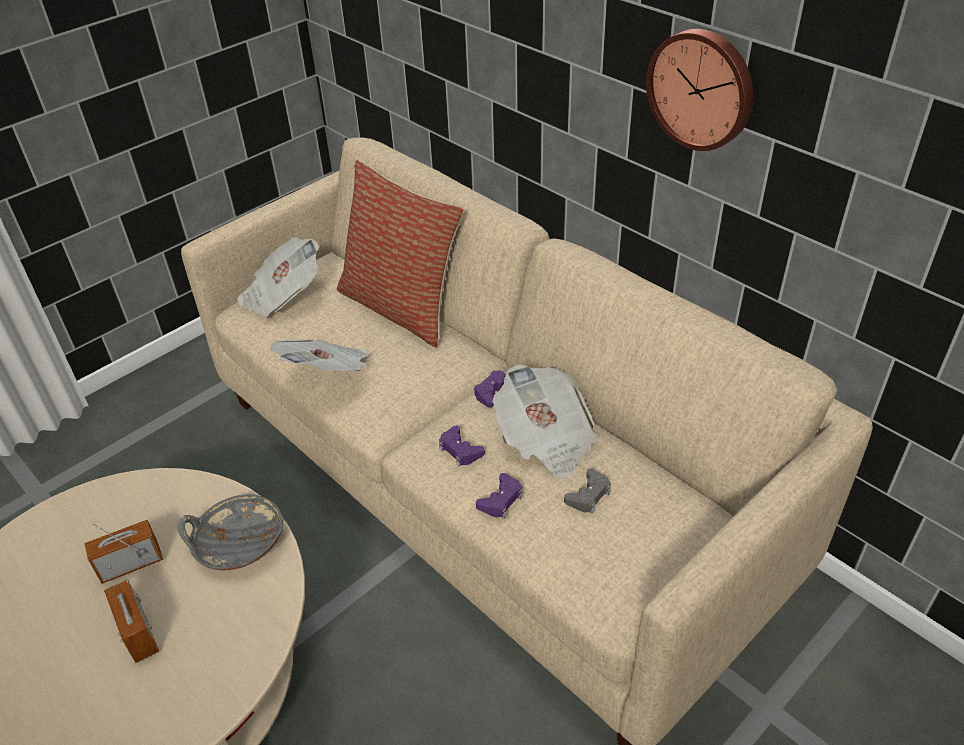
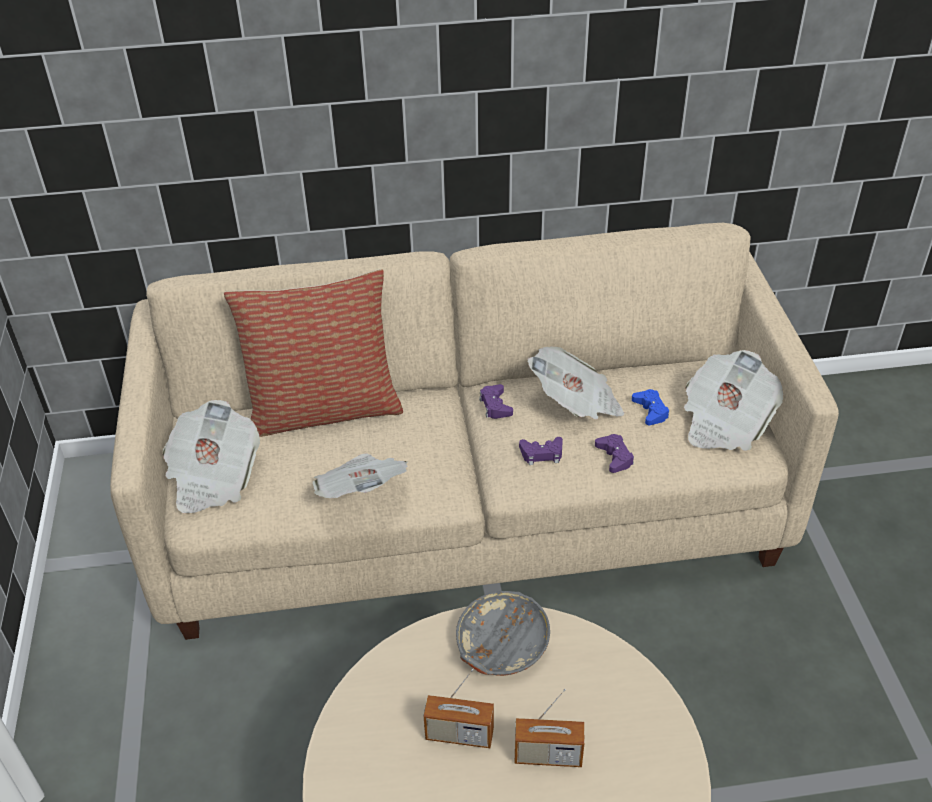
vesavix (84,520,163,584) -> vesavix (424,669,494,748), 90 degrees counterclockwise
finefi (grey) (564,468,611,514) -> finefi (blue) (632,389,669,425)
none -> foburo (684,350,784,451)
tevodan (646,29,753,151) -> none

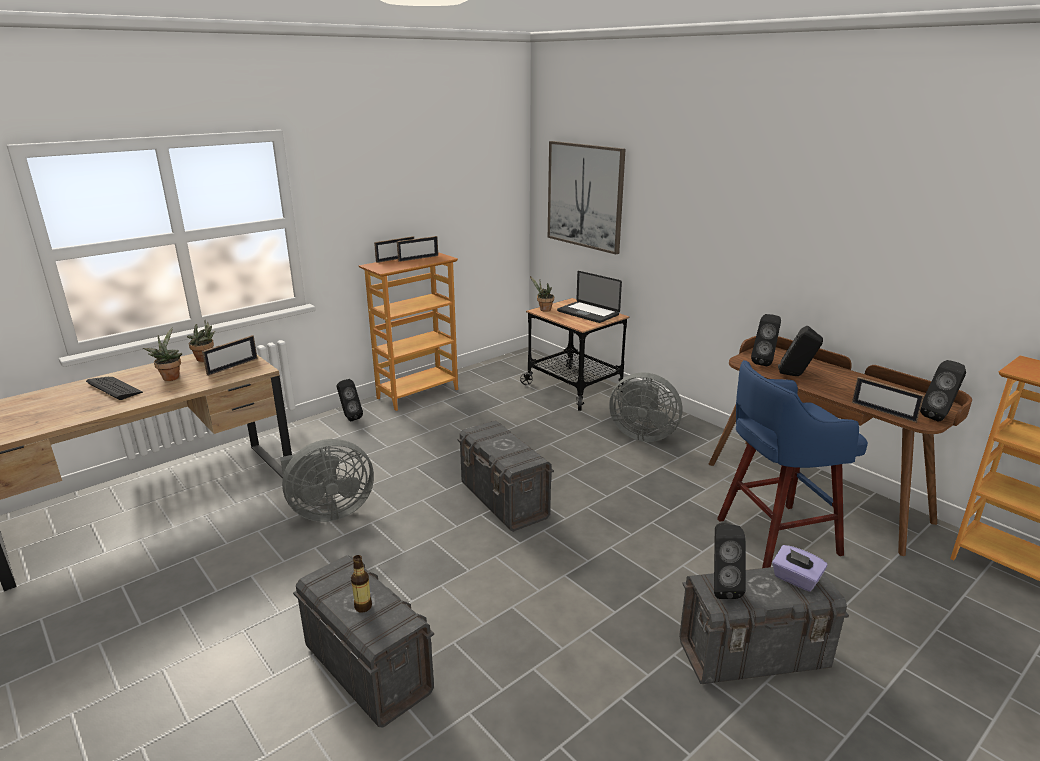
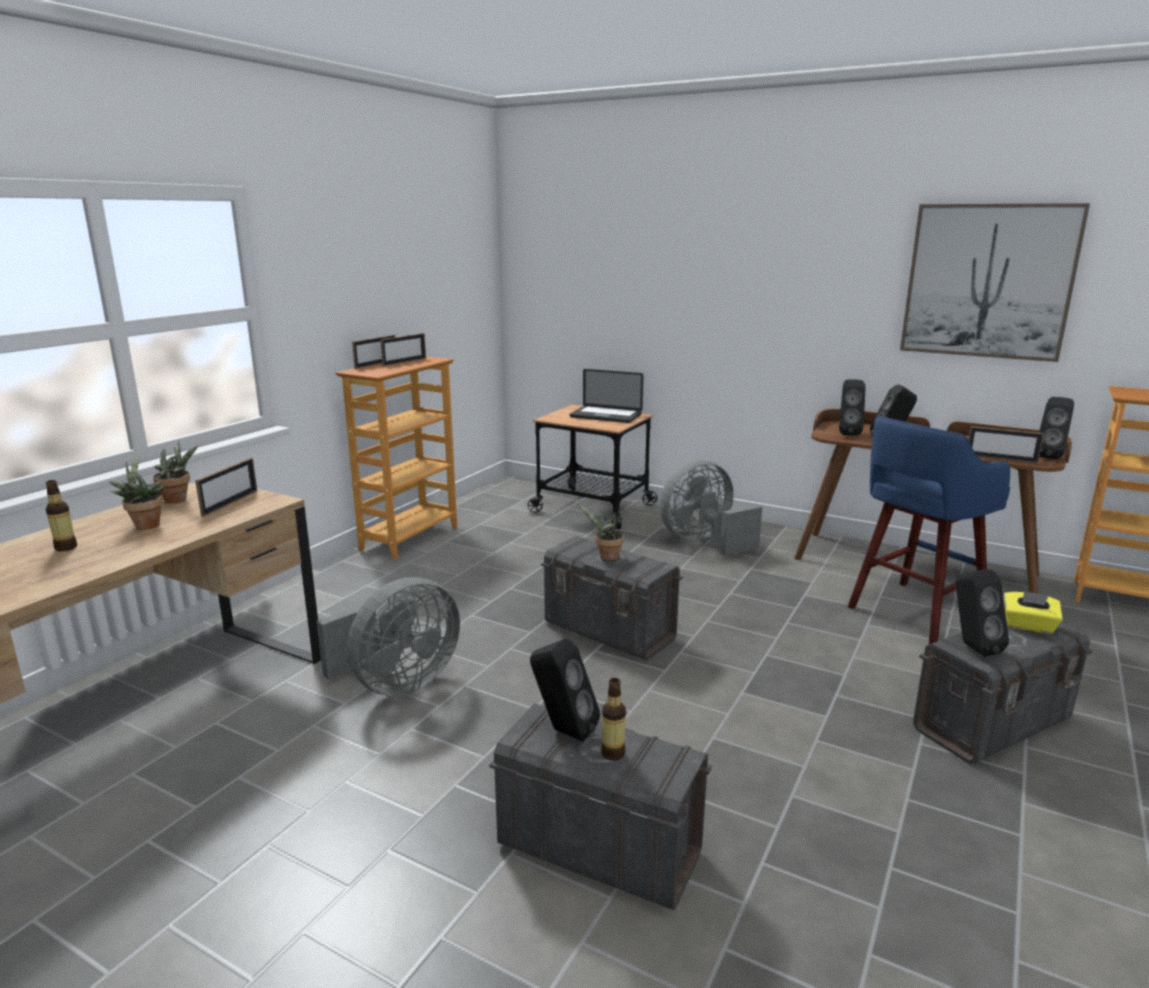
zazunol (86,377,143,400) -> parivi (46,480,77,551)
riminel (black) (337,379,363,421) -> riminel (black) (530,638,600,742), moved
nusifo (530,276,554,312) -> nusifo (577,503,624,561), moved
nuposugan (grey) (609,372,682,442) -> nuposugan (grey) (660,460,762,556), 150 degrees clockwise
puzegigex (548,141,626,255) -> puzegigex (900,203,1090,362), moved
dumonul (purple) (772,545,828,592) -> dumonul (yellow) (1003,591,1063,634)

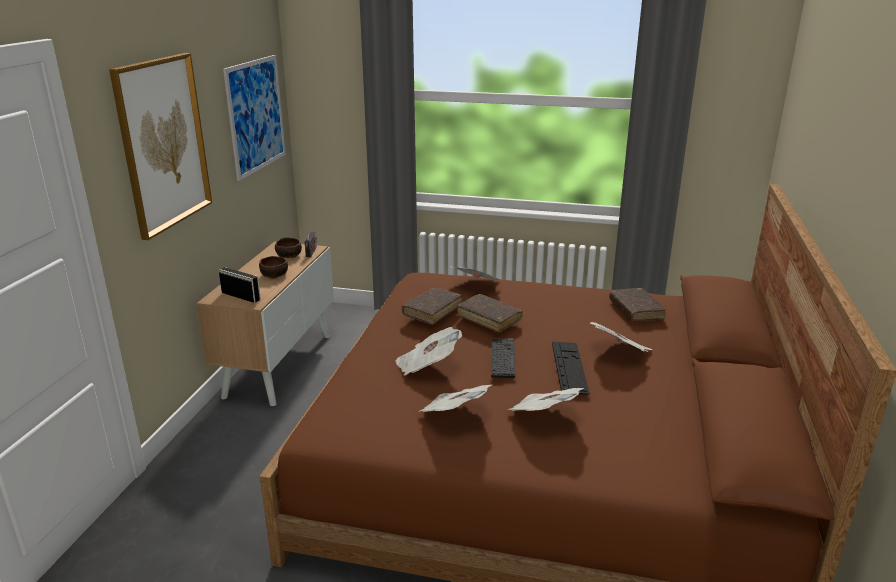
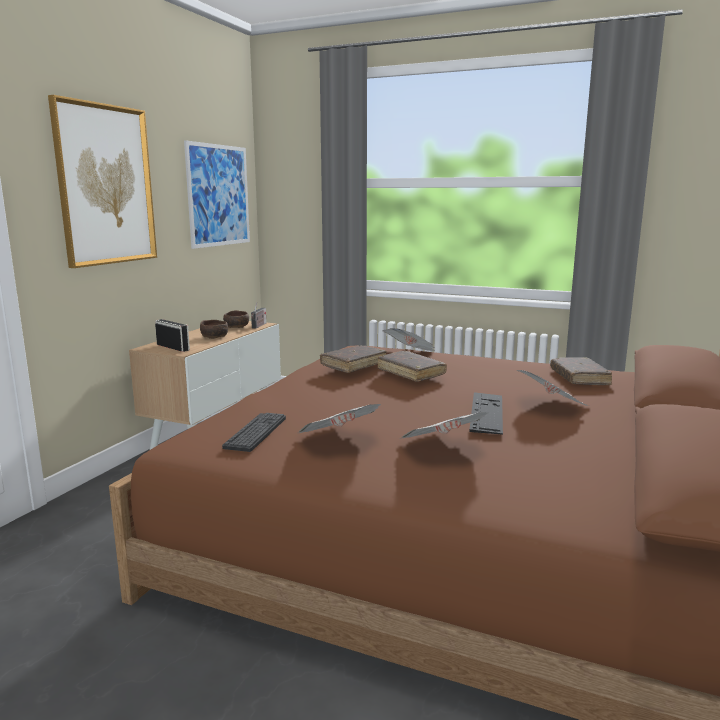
zazunol (491,338,515,378) -> zazunol (222,413,286,452), moved
foburo (395,327,462,375) -> none

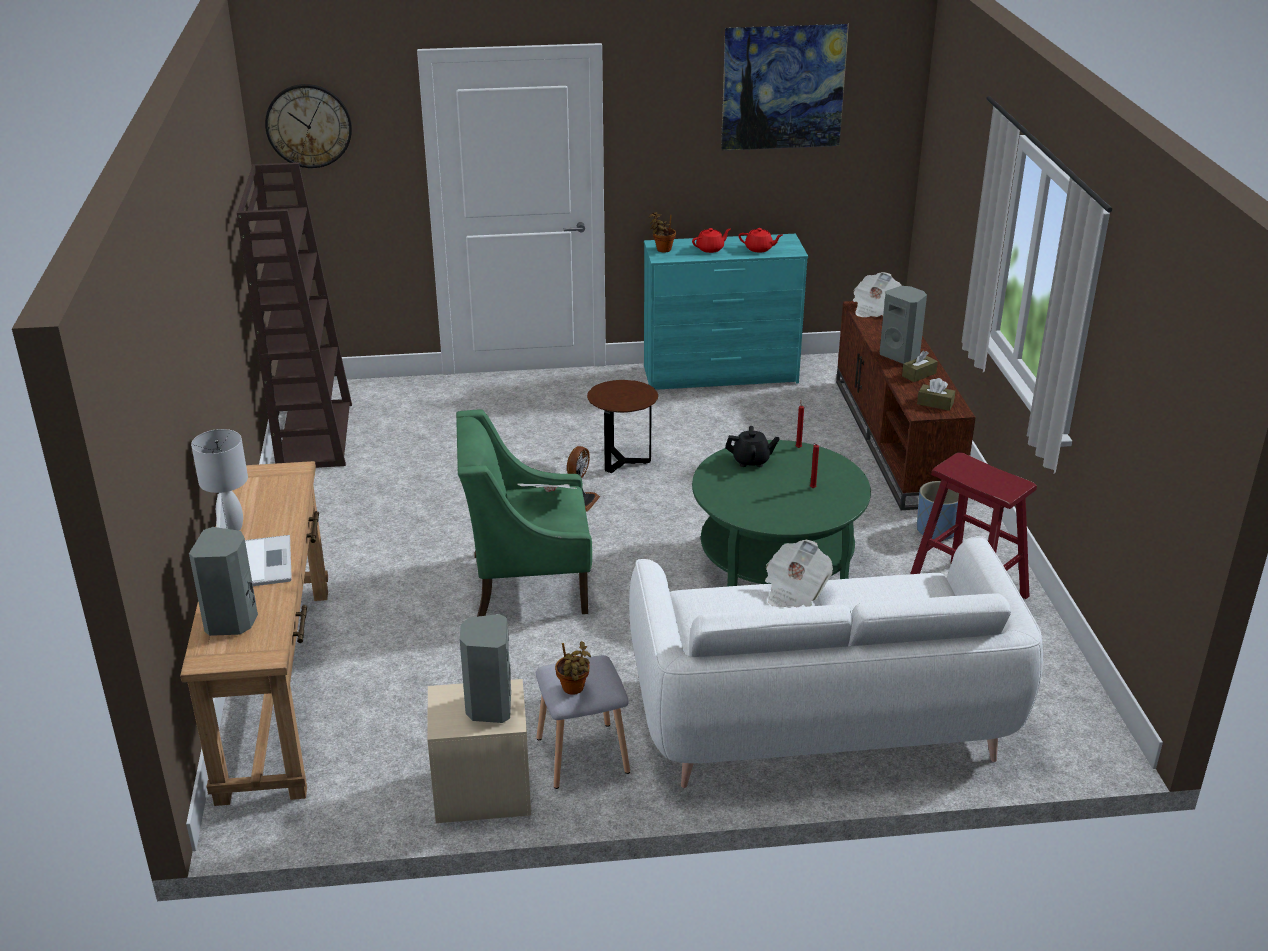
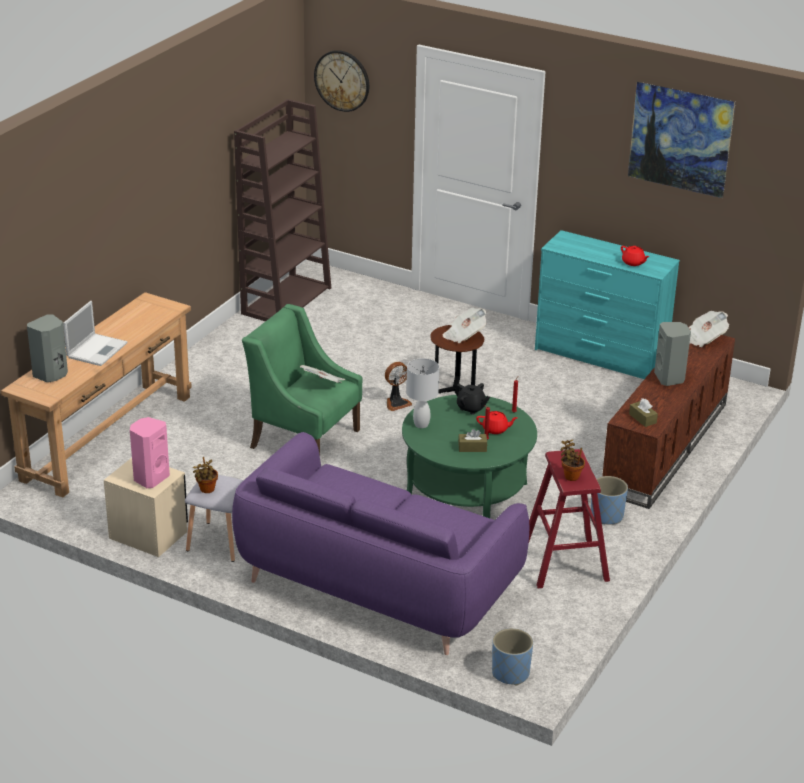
riminel (grey) (460,614,511,723) -> riminel (pink) (130,417,170,488)
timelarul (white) (629,536,1043,788) -> timelarul (purple) (232,432,529,655)
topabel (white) (191,429,248,531) -> topabel (white) (406,358,439,428), moved
foburo (765,540,833,607) -> foburo (443,308,487,343), moved
dumonul (brown) (902,351,938,382) -> dumonul (brown) (458,429,487,452), moved
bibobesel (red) (692,228,731,253) -> bibobesel (red) (476,411,518,434), moved
none -> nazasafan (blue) (492,628,533,686)
nusifo (648,212,676,253) -> nusifo (561,440,585,481), moved

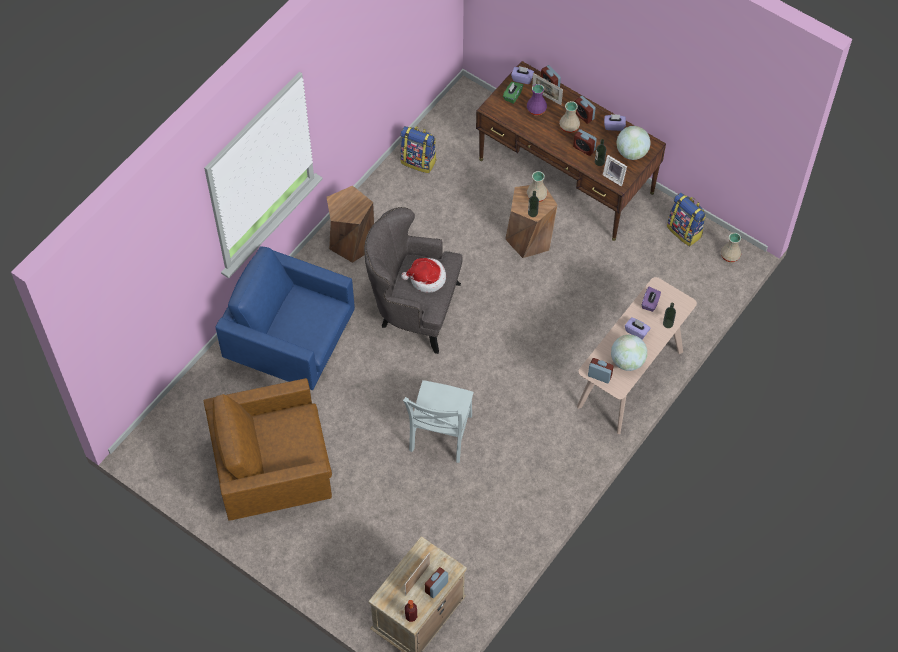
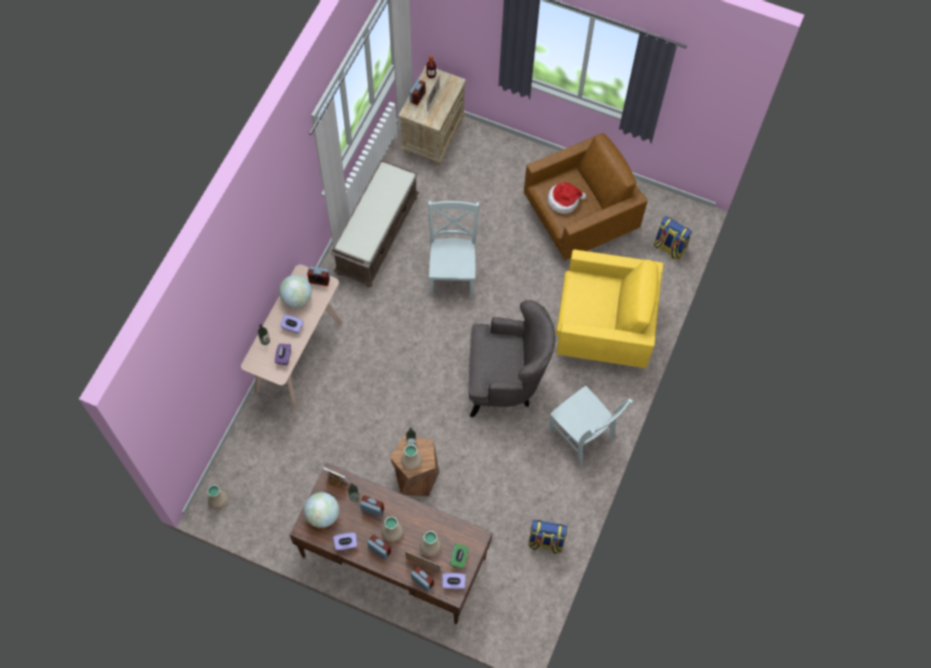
none -> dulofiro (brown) (331,159,419,287)
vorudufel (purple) (527,84,547,115) -> vorudufel (beige) (420,531,442,557)
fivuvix (401,258,446,293) -> fivuvix (548,182,586,214), moved
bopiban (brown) (327,186,374,263) -> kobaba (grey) (548,386,633,466)
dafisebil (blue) (215,246,355,390) -> dafisebil (yellow) (556,249,663,368)
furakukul (667,193,706,246) -> furakukul (653,216,692,260), moved

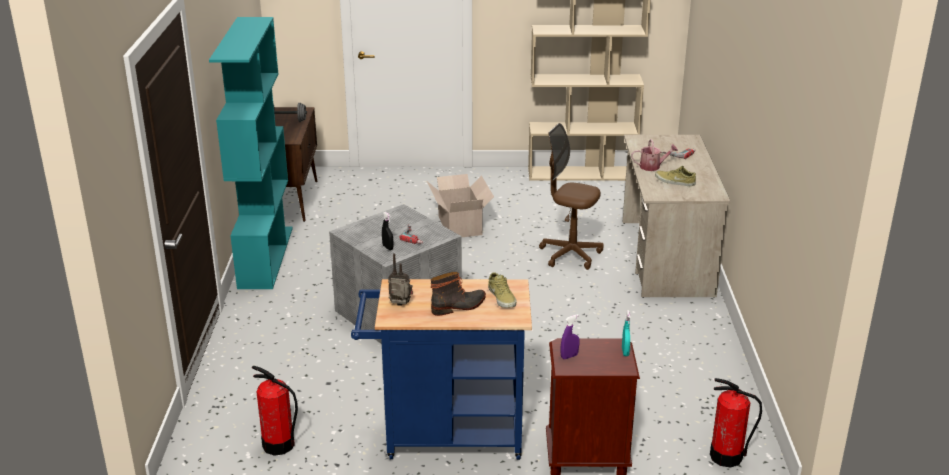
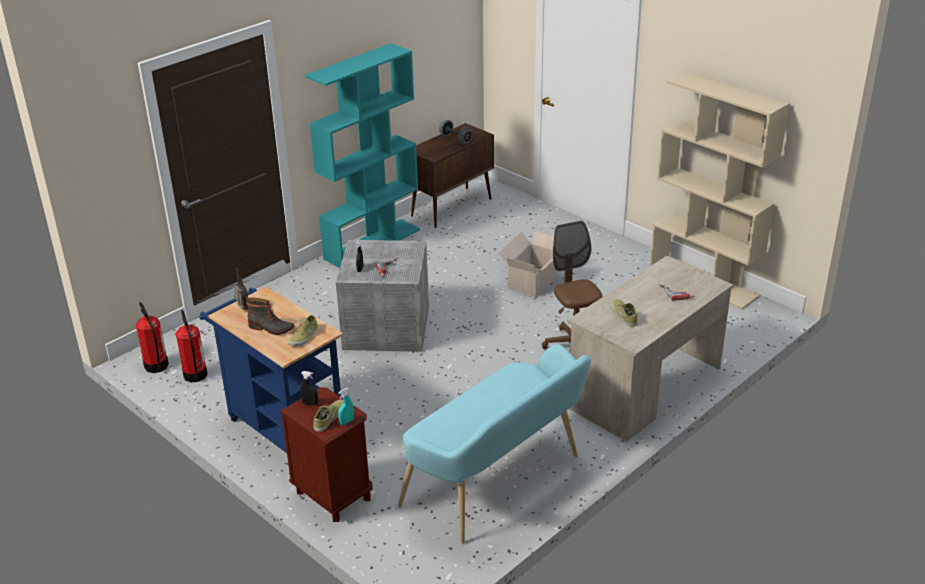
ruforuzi (710,378,762,468) -> ruforuzi (136,302,169,373), moved
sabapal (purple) (561,314,580,359) -> sabapal (black) (300,371,318,406)
none -> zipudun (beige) (313,400,344,432)
none -> dulofiro (turquoise) (398,344,591,544)
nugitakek (631,139,678,171) -> none

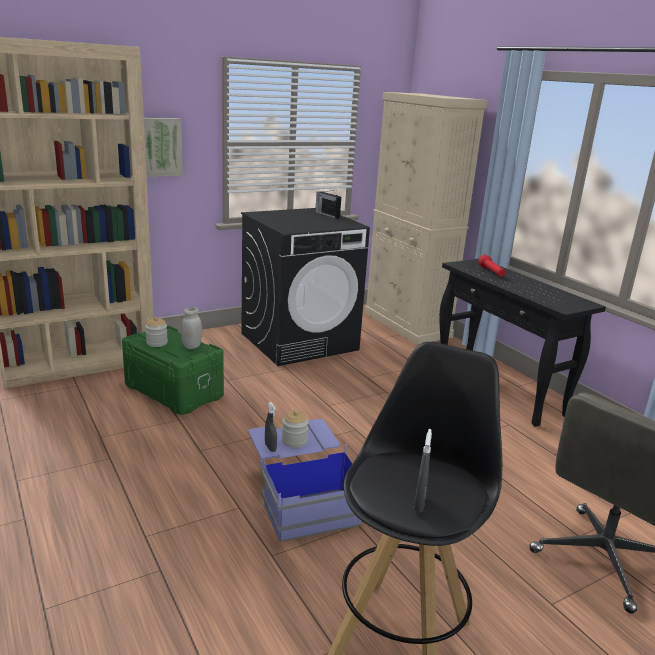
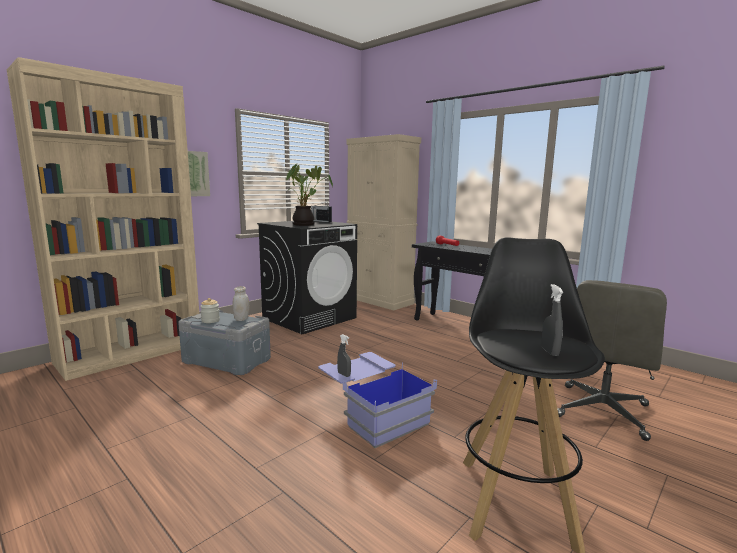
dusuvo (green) (122,325,224,415) -> dusuvo (grey) (178,310,271,375)
none -> nusifo (286,164,333,226)
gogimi (282,410,309,448) -> none

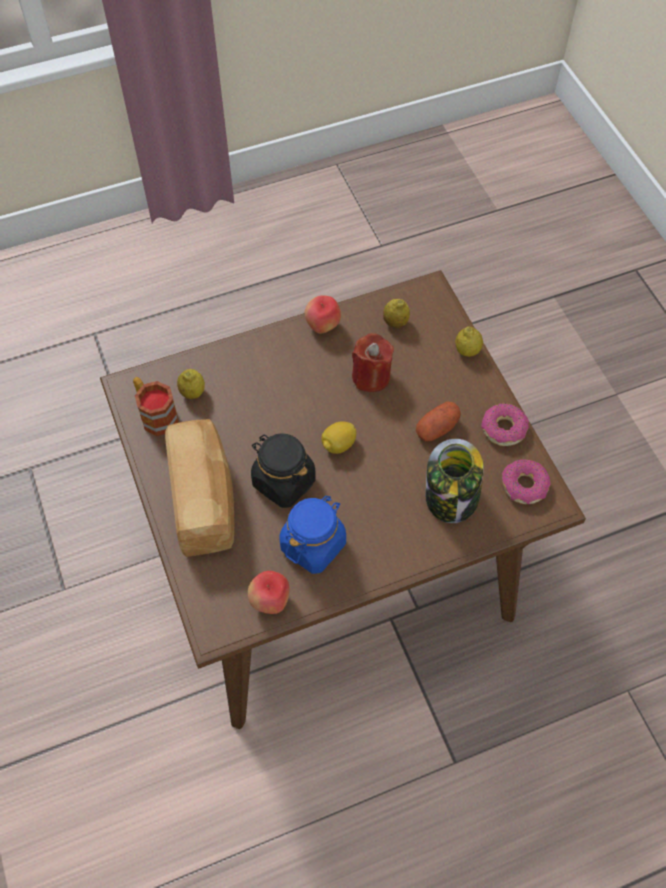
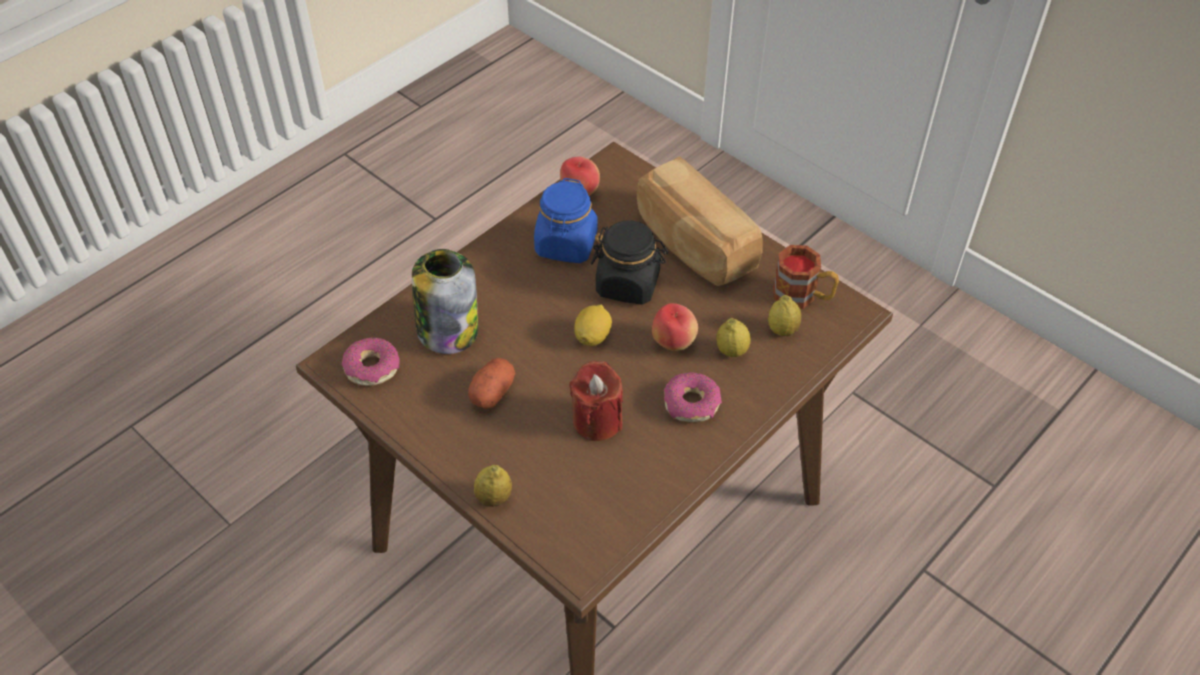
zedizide (305,295,341,334) -> zedizide (652,303,698,351), moved
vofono (481,403,529,446) -> vofono (664,372,722,423), moved
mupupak (383,299,410,328) -> mupupak (716,318,751,357), moved

